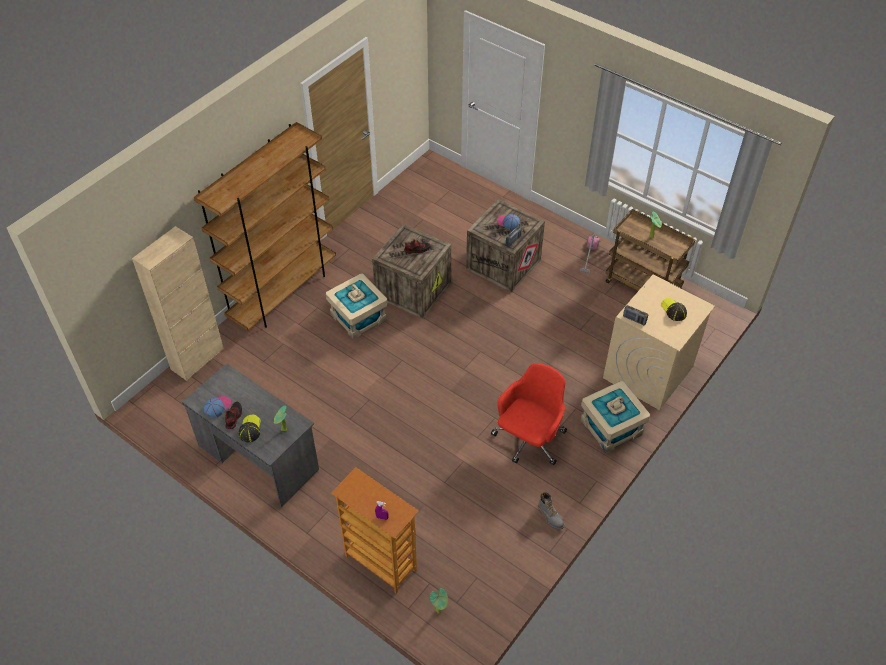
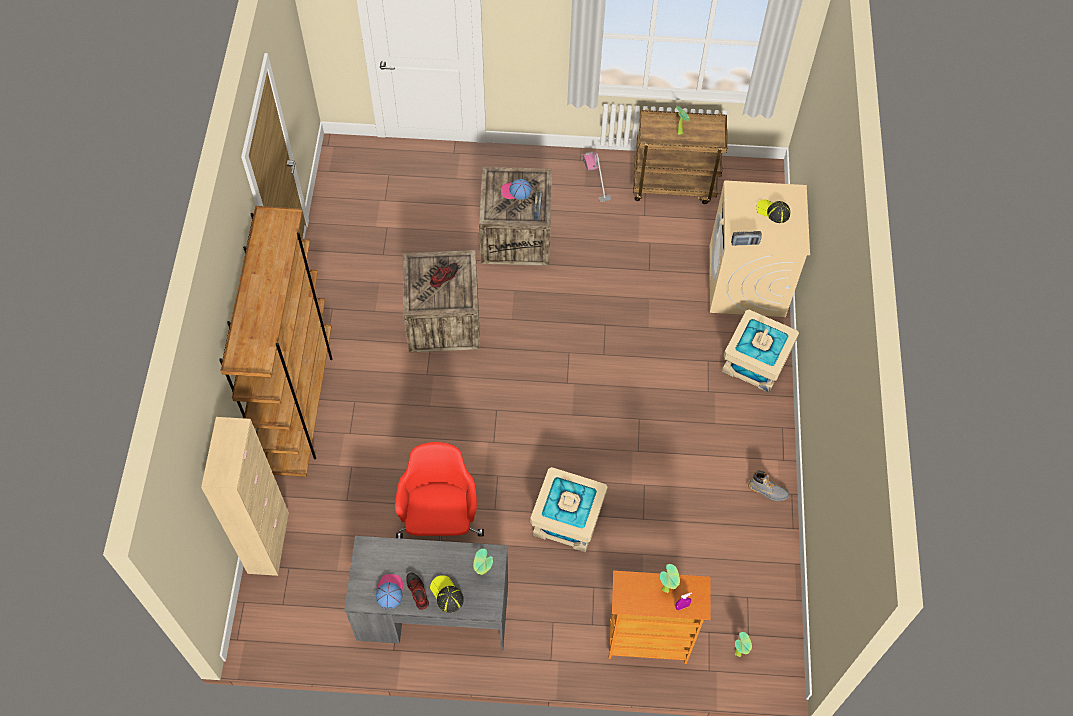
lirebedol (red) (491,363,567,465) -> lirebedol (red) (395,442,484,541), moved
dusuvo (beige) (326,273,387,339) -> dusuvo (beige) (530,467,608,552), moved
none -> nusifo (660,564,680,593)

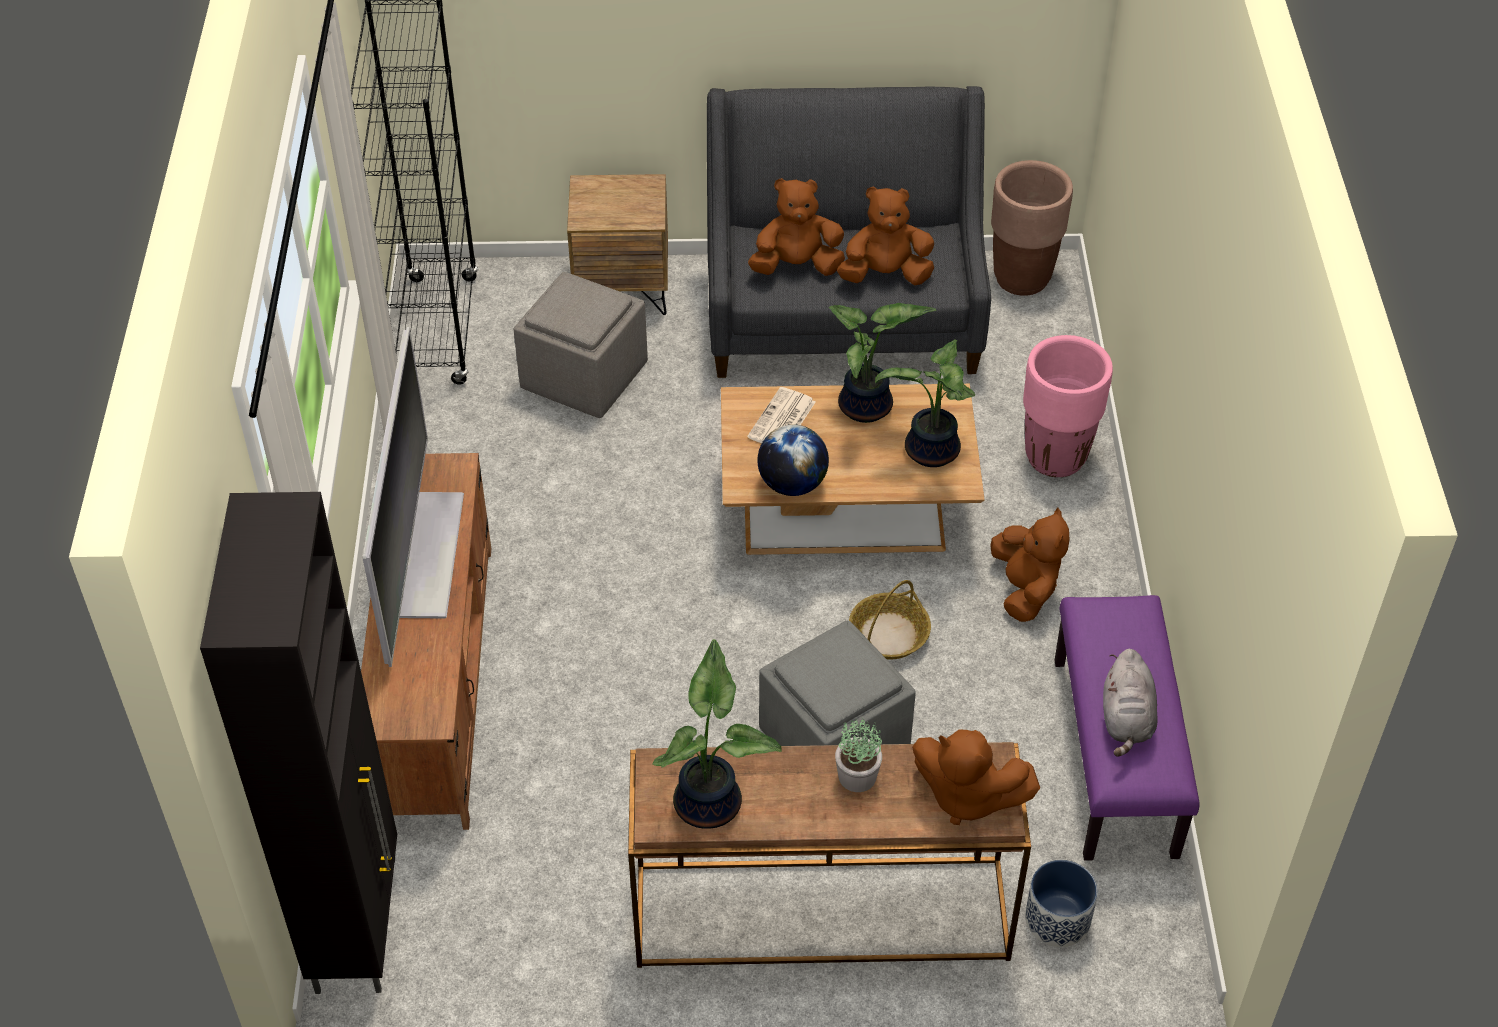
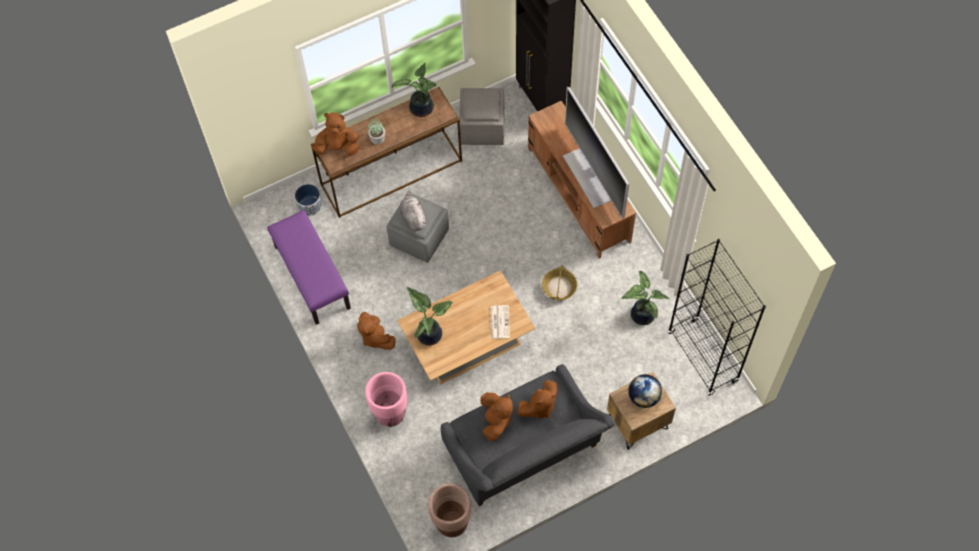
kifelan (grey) (1103,649,1158,757) -> kifelan (grey) (400,191,426,231), moved
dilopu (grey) (514,272,648,418) -> dilopu (grey) (459,88,504,145), moved
kifelan (brown) (837,186,934,285) -> kifelan (brown) (480,392,513,442), 60 degrees counterclockwise
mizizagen (849,580,931,660) -> mizizagen (542,265,577,300), moved
nusifo (829,303,936,423) -> nusifo (621,271,670,325), moved
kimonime (757,424,829,496) -> kimonime (628,374,662,408), moved

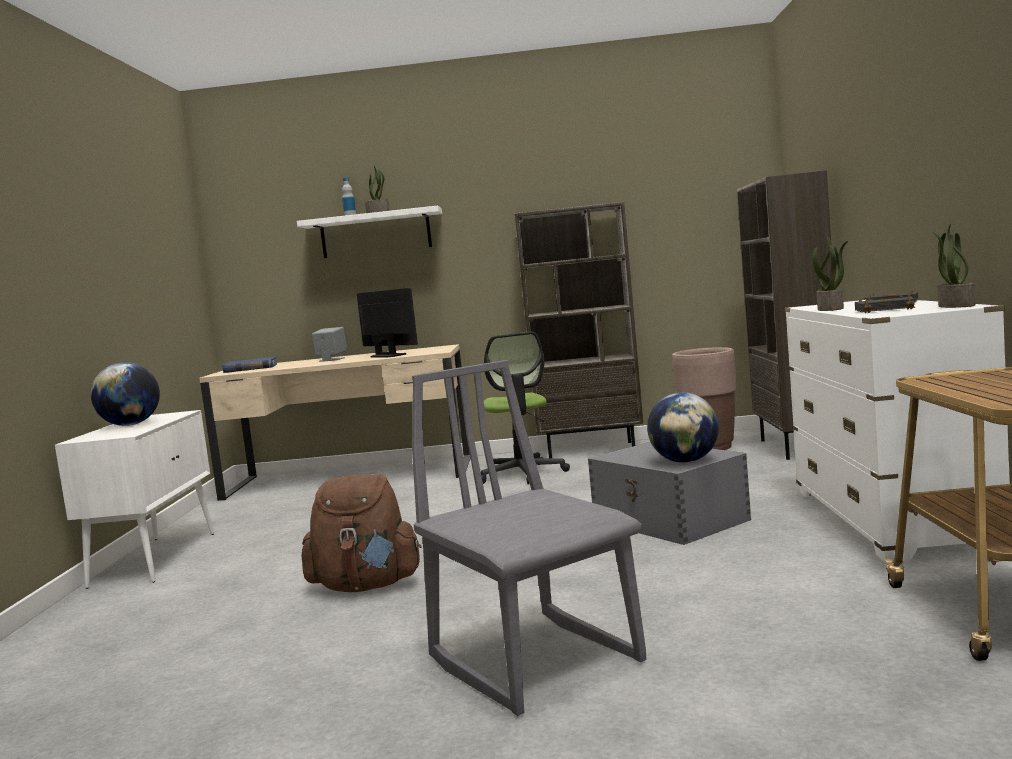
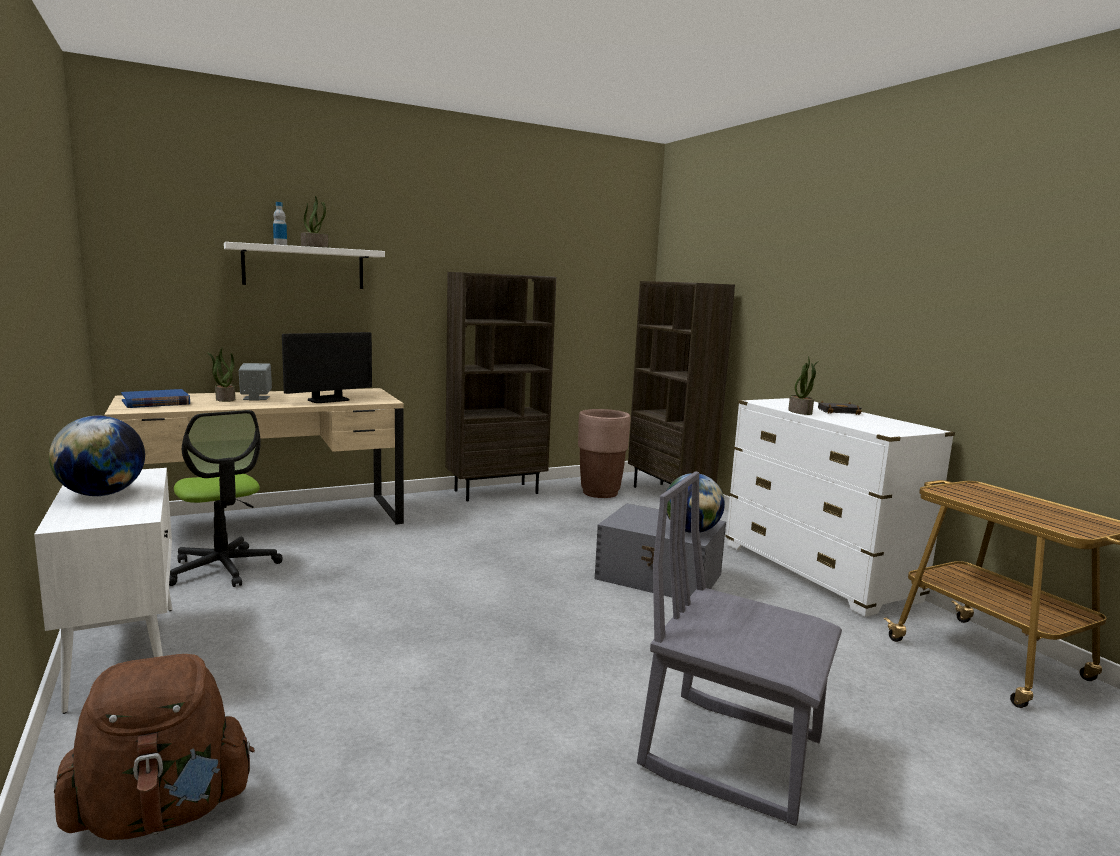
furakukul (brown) (302,474,421,592) -> furakukul (brown) (54,654,255,840), moved
lirebedol (481,331,570,484) -> lirebedol (169,410,283,587), moved
nusifo (932,223,976,308) -> nusifo (207,348,235,402), moved
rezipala (357,288,418,358) -> rezipala (282,332,372,403), 120 degrees clockwise
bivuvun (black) (855,295,915,313) -> none

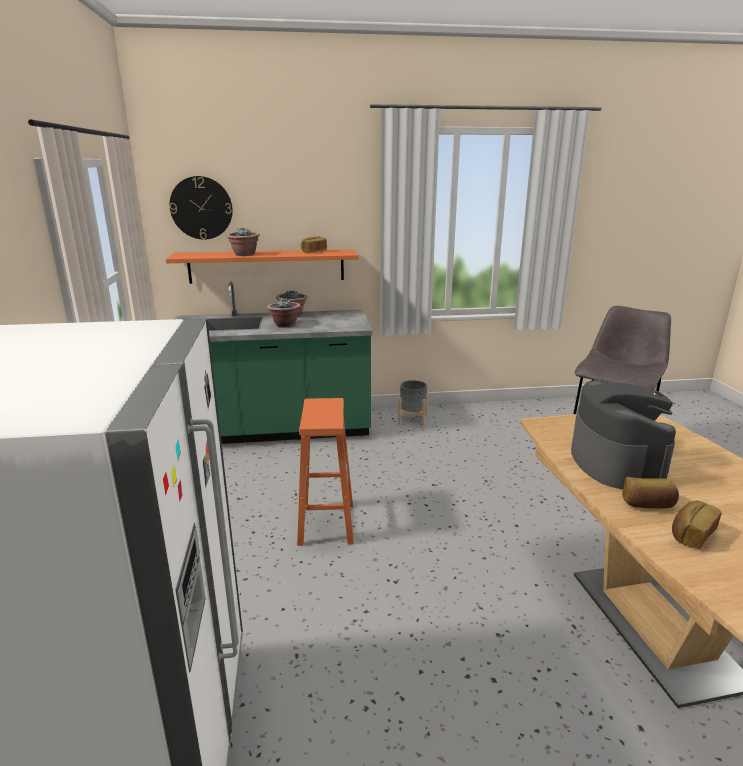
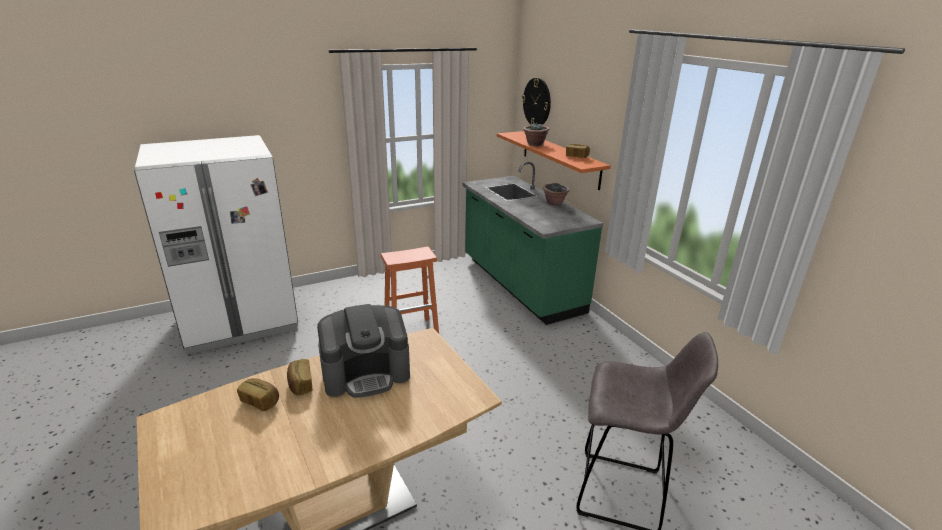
nusifo (267,299,301,328) -> none
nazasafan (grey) (398,380,428,427) -> none

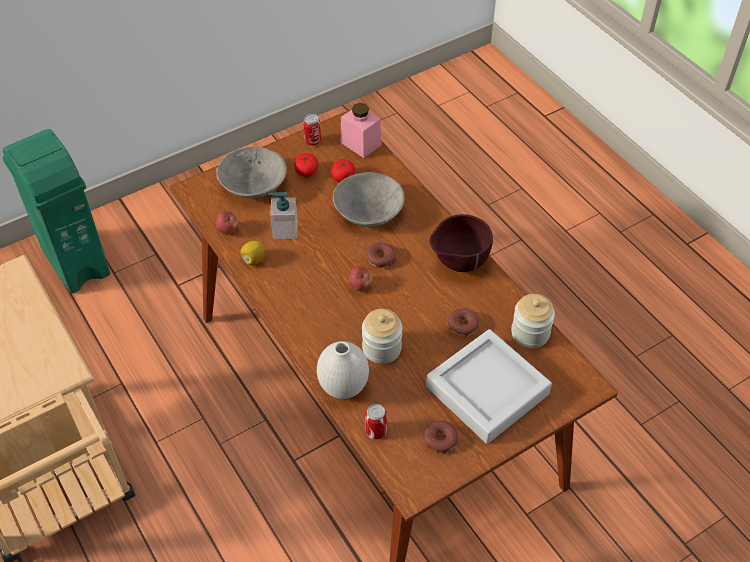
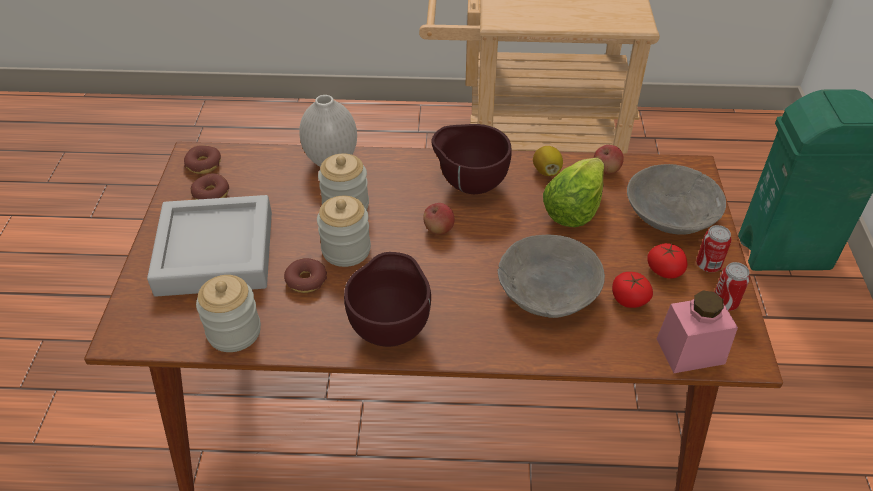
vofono (366,242,396,268) -> vofono (184,145,221,174), moved
none -> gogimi (317,196,371,267)
none -> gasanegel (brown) (431,124,512,194)
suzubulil (269,192,298,239) -> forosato (543,158,604,227)
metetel (365,404,387,439) -> metetel (696,225,731,272), moved

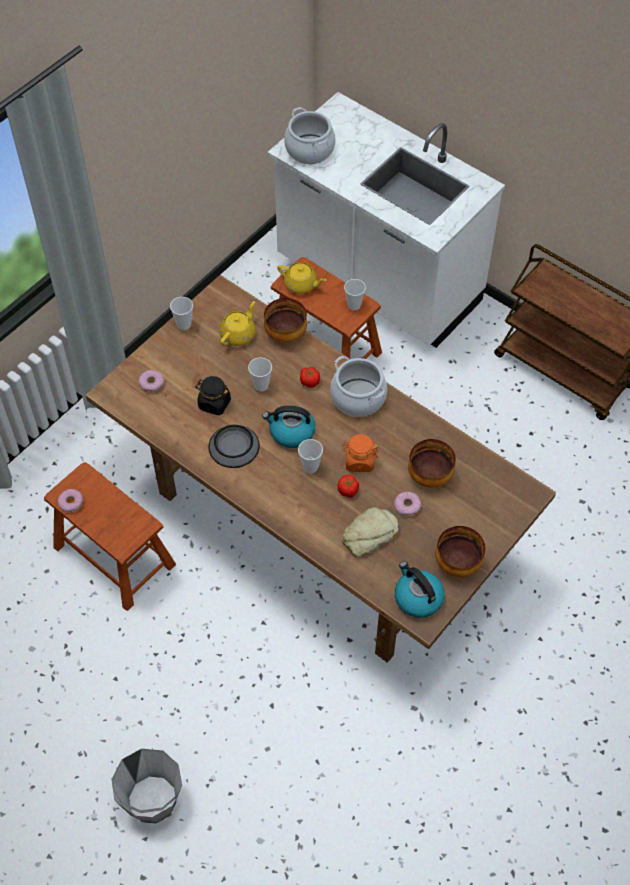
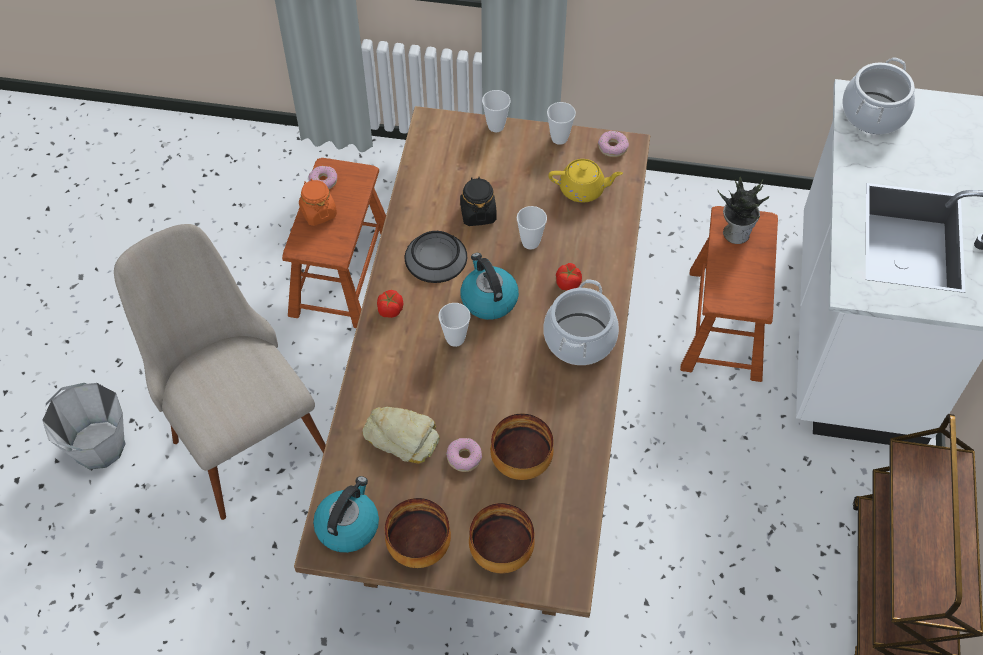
none -> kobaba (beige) (114,224,326,520)
gogimi (orange) (342,434,379,472) -> gogimi (orange) (299,179,337,226), moved
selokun (337,475,359,498) -> selokun (377,290,403,318), moved
gasanegel (264,298,307,342) -> gasanegel (469,503,535,573), moved
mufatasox (344,279,366,311) -> mufatasox (482,90,511,132), moved
vofono (138,370,164,393) -> vofono (598,131,629,157), moved
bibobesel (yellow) (277,262,326,294) -> nusifo (718,176,769,244)

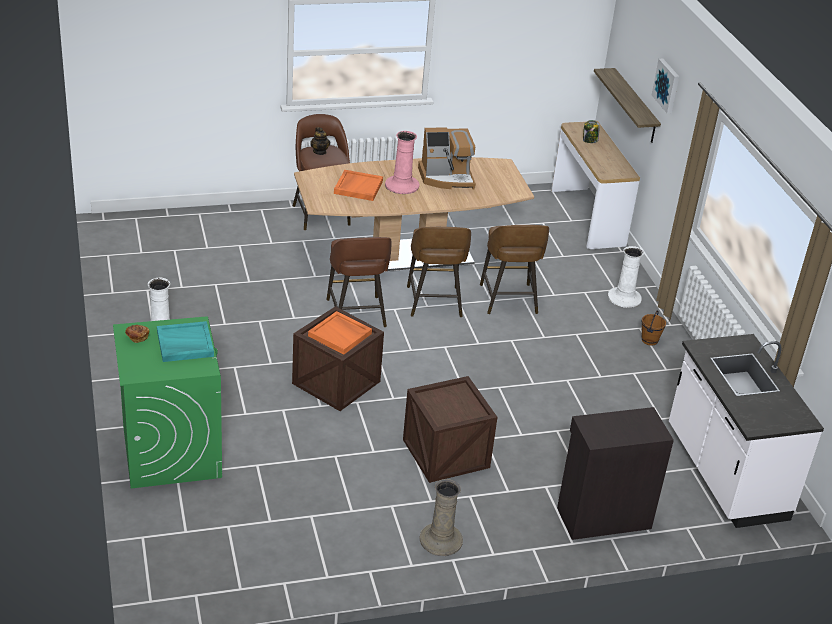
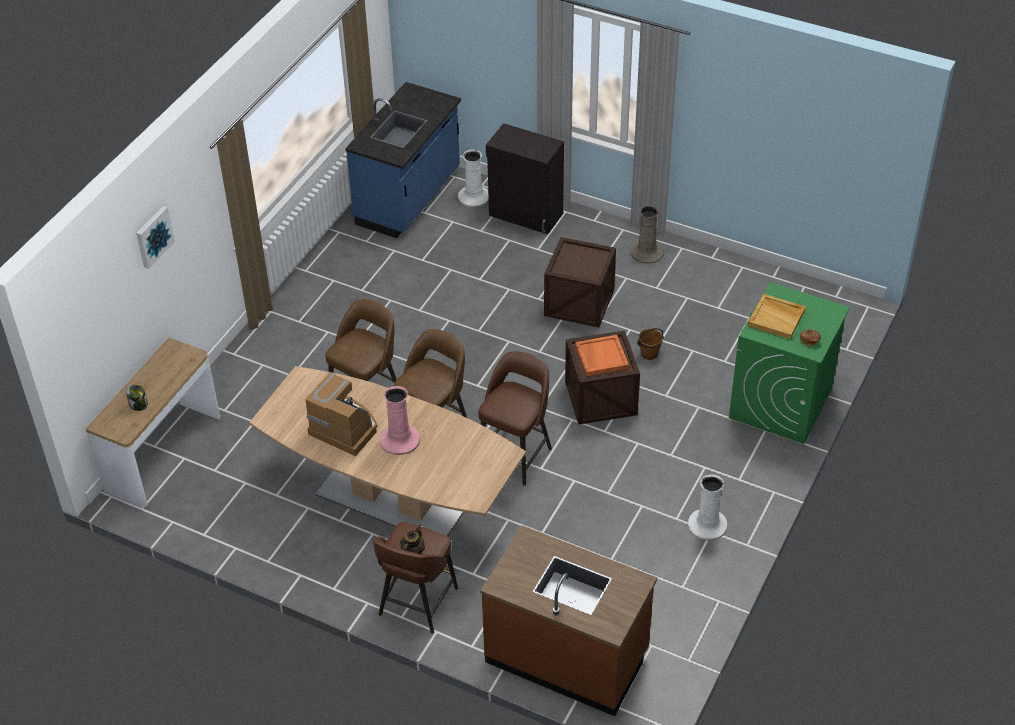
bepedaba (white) (669,334,824,528) -> bepedaba (blue) (345,82,461,238)
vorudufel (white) (608,246,644,308) -> vorudufel (white) (458,150,489,207), moved
none -> bepedaba (brown) (480,525,657,716)
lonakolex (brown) (641,310,666,346) -> lonakolex (brown) (637,328,664,360), moved
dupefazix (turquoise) (157,321,214,362) -> dupefazix (beige) (748,294,806,340)
dupefazix (orange) (334,170,383,201) -> none
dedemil (594,68,661,143) -> none

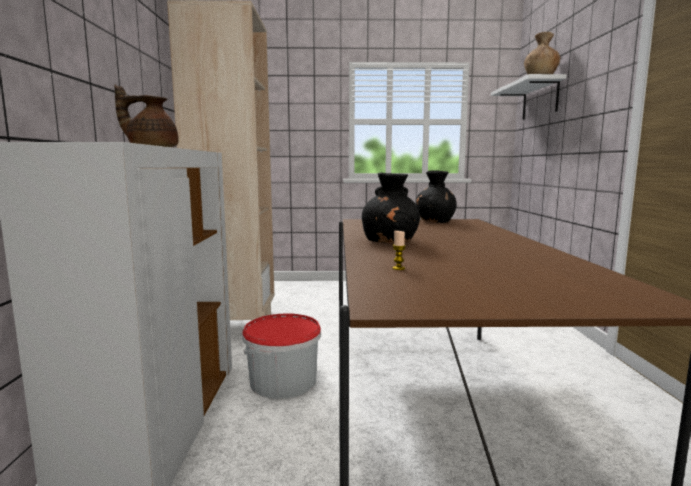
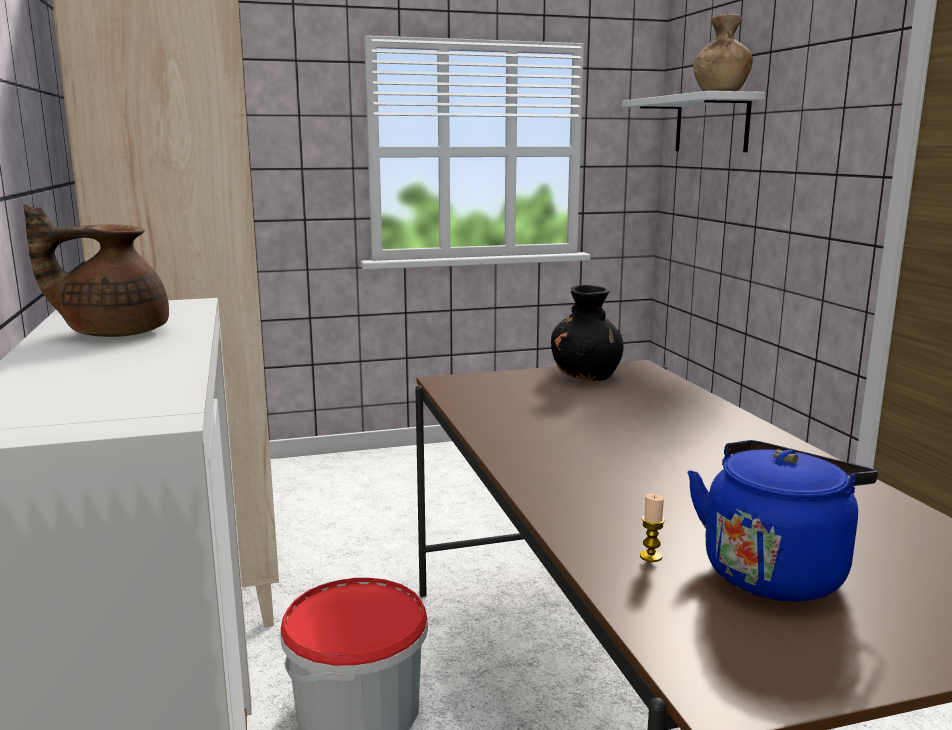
none -> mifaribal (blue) (688,440,878,602)
vorudufel (black) (362,172,420,243) -> none

